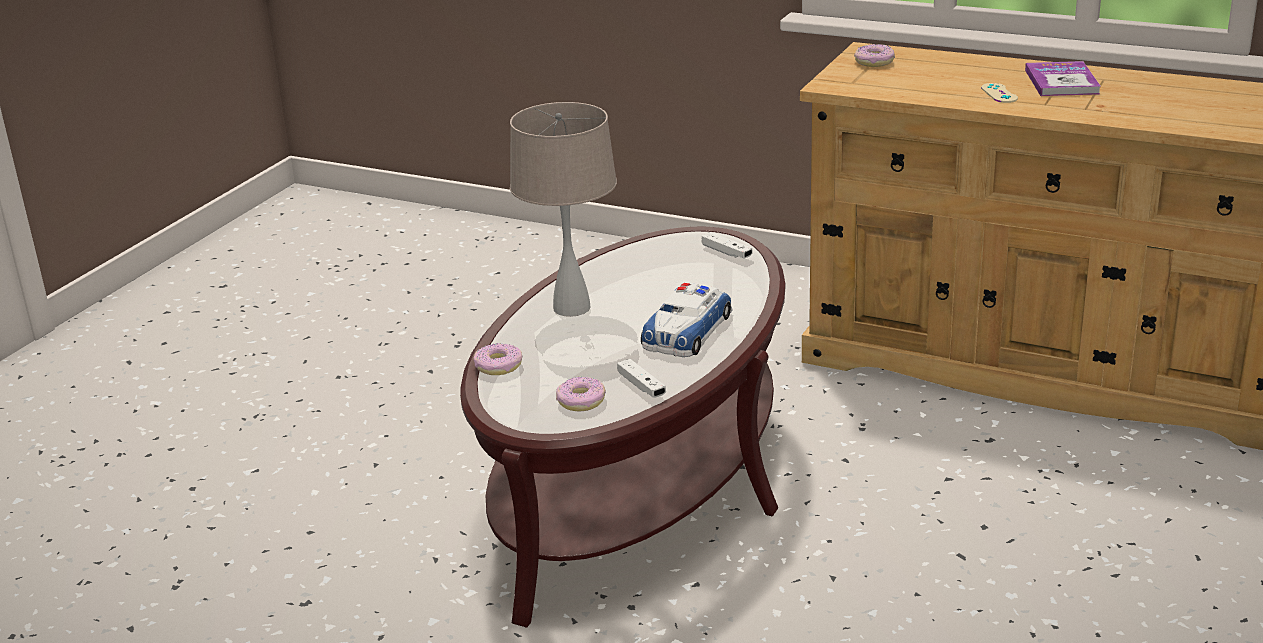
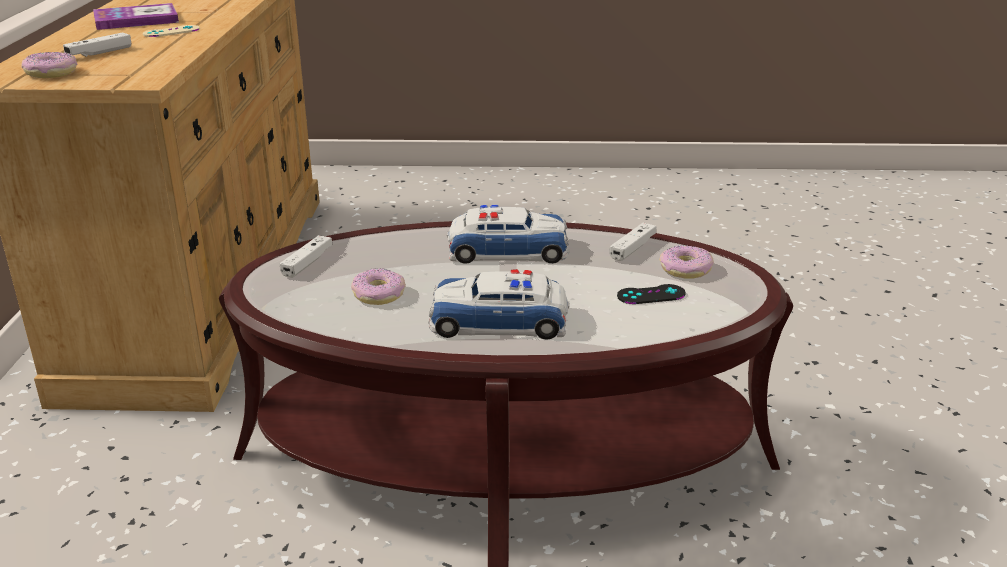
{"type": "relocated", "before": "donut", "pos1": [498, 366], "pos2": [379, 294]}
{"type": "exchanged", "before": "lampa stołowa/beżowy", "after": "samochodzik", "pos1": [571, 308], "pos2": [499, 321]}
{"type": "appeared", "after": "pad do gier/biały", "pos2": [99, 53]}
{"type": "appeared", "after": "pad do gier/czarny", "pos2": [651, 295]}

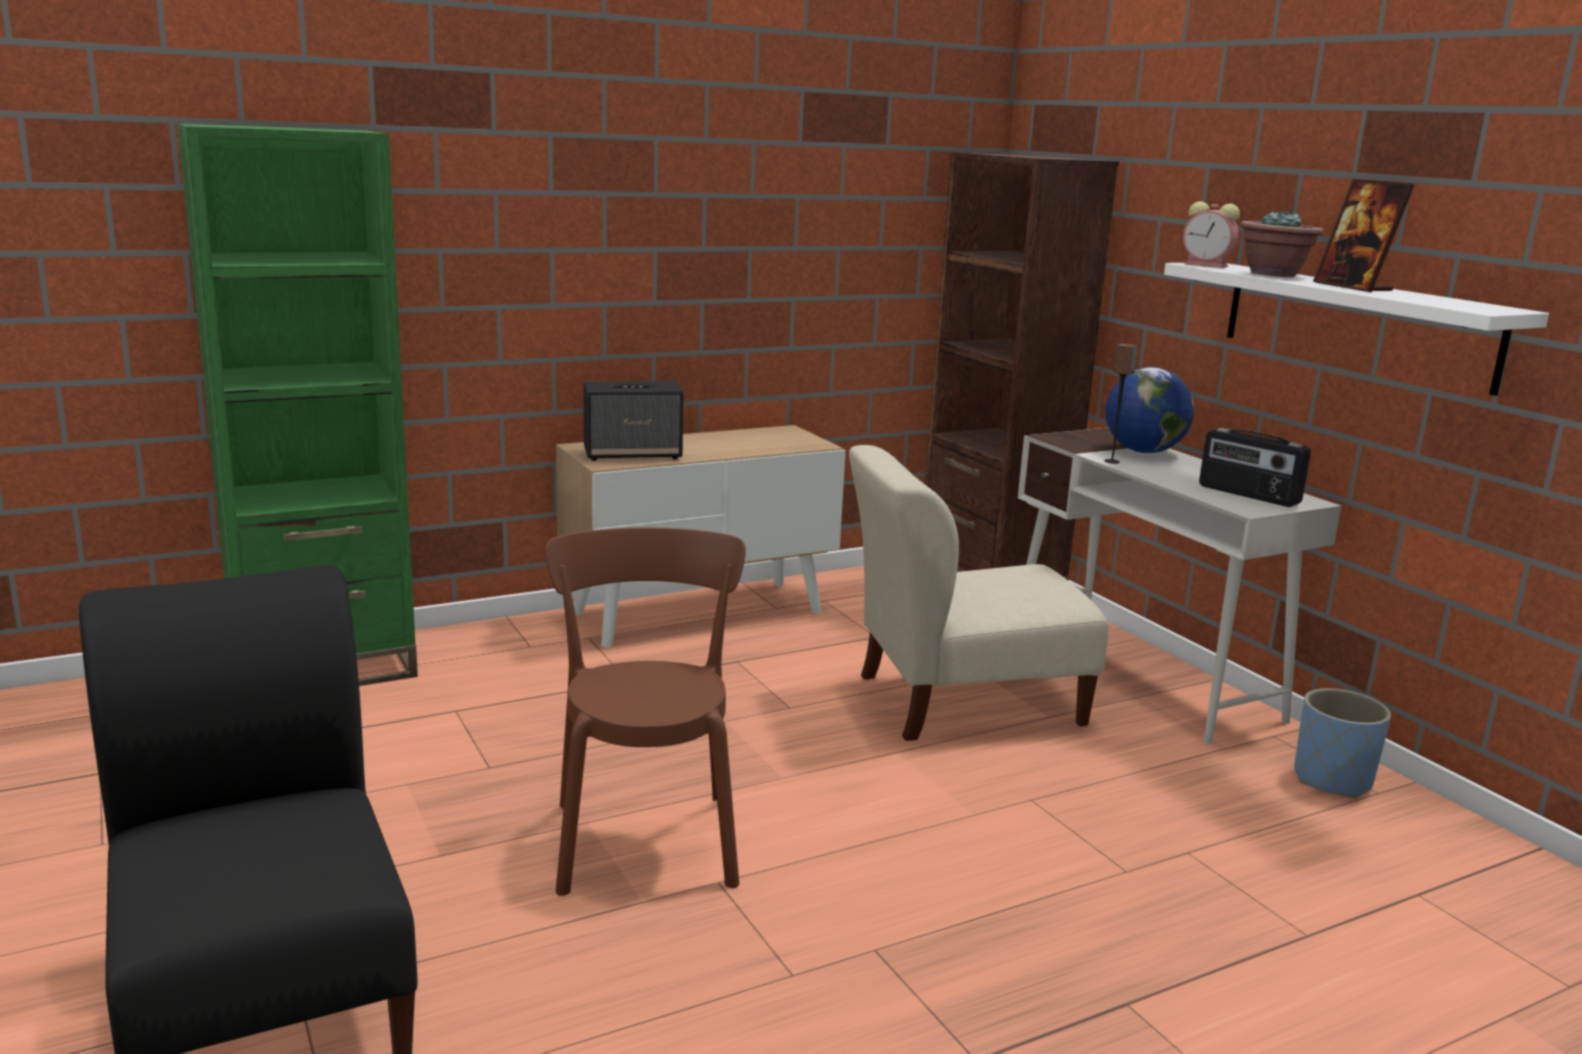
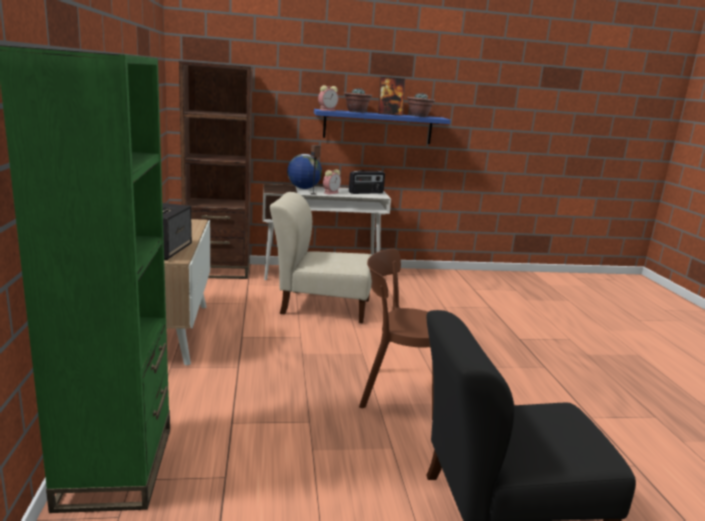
{"type": "spun", "before": "krzesło/beżowy", "pos1": [960, 702], "pos2": [321, 306], "turn": 90}
{"type": "colour", "before": "półka/biały", "after": "półka/niebieski", "pos1": [1356, 324], "pos2": [378, 127]}
{"type": "missing", "before": "donica/niebieski", "pos1": [1332, 780]}
{"type": "appeared", "after": "budzik", "pos2": [331, 192]}
{"type": "appeared", "after": "roślina doniczkowa", "pos2": [419, 116]}

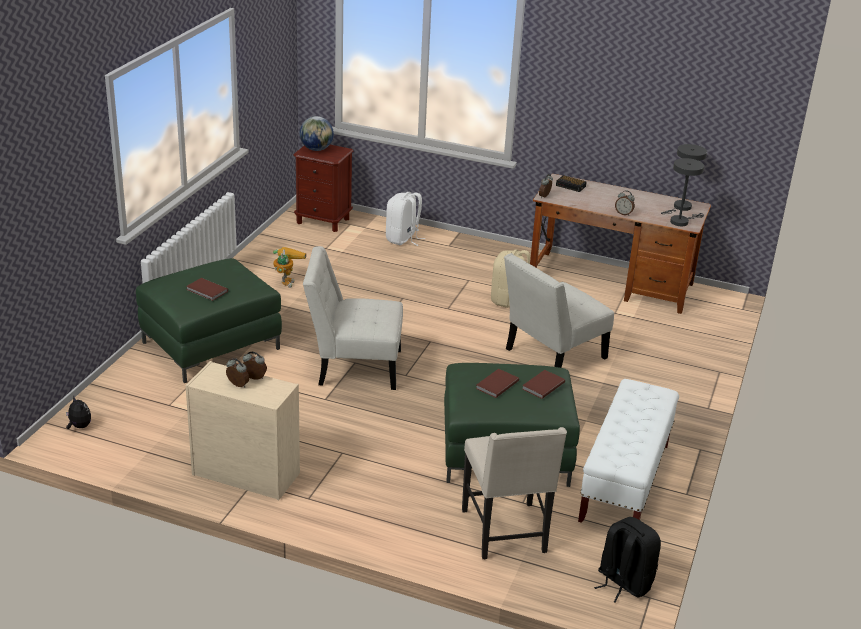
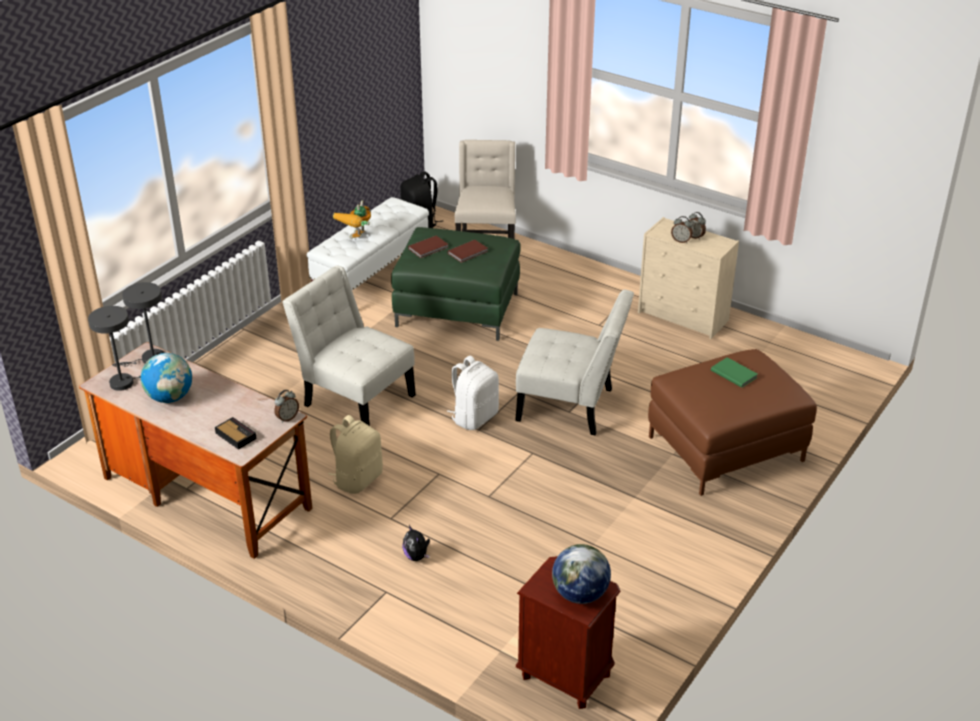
{"type": "relocated", "before": "pluszak", "pos1": [79, 426], "pos2": [417, 556]}
{"type": "colour", "before": "pufa/zielony", "after": "pufa/brązowy", "pos1": [211, 345], "pos2": [726, 449]}
{"type": "colour", "before": "książka/brązowy", "after": "książka/zielony", "pos1": [206, 291], "pos2": [734, 373]}
{"type": "relocated", "before": "robot zabawkowy", "pos1": [286, 280], "pos2": [357, 239]}
{"type": "relocated", "before": "plecak/biały", "pos1": [403, 239], "pos2": [474, 417]}
{"type": "spun", "before": "krzesło/biały", "pos1": [551, 355], "pos2": [355, 398], "turn": -120}
{"type": "missing", "before": "budzik", "pos1": [623, 213]}
{"type": "appeared", "after": "globus", "pos2": [170, 397]}

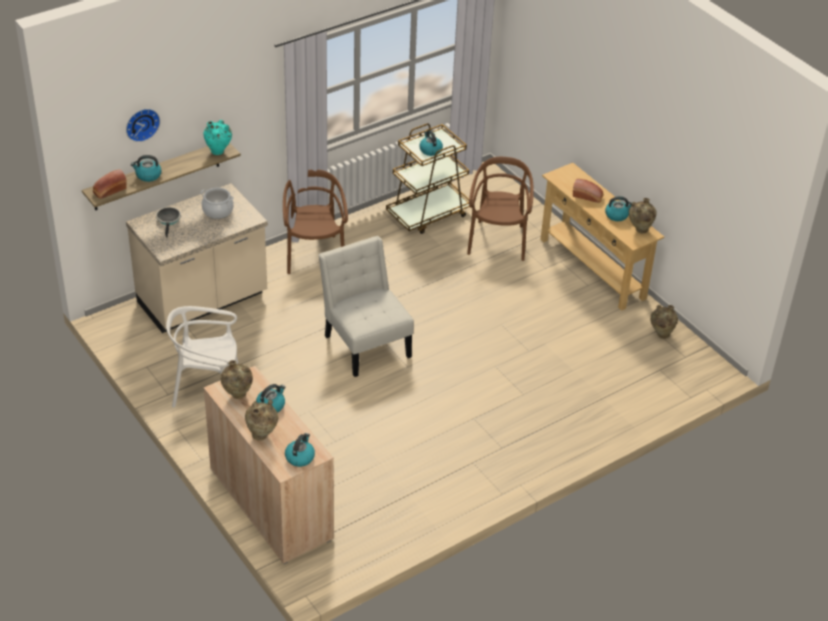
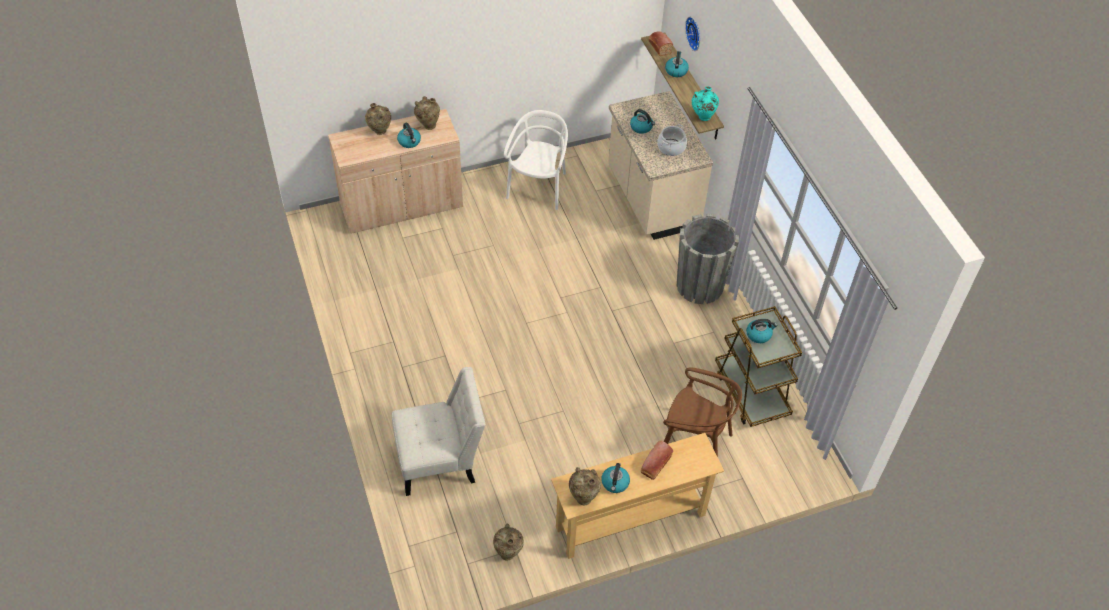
{"type": "missing", "before": "patelnia", "pos1": [169, 220]}
{"type": "exchanged", "before": "krzesło/brązowy", "after": "donica/szary", "pos1": [314, 255], "pos2": [699, 285]}
{"type": "relocated", "before": "czajnik", "pos1": [300, 457], "pos2": [641, 127]}
{"type": "relocated", "before": "krzesło/biały", "pos1": [365, 343], "pos2": [441, 460]}

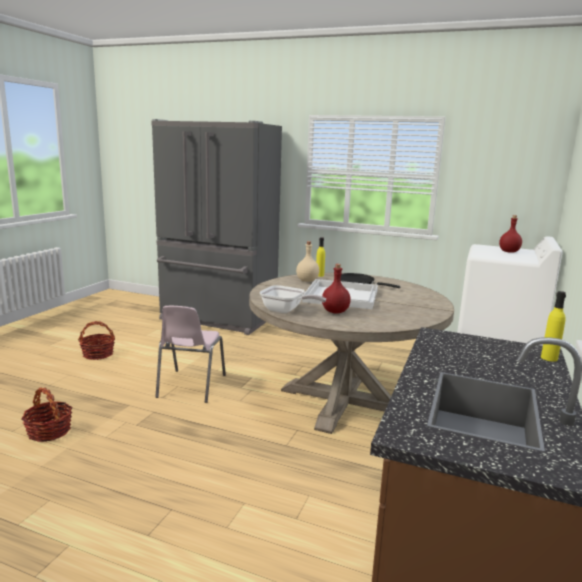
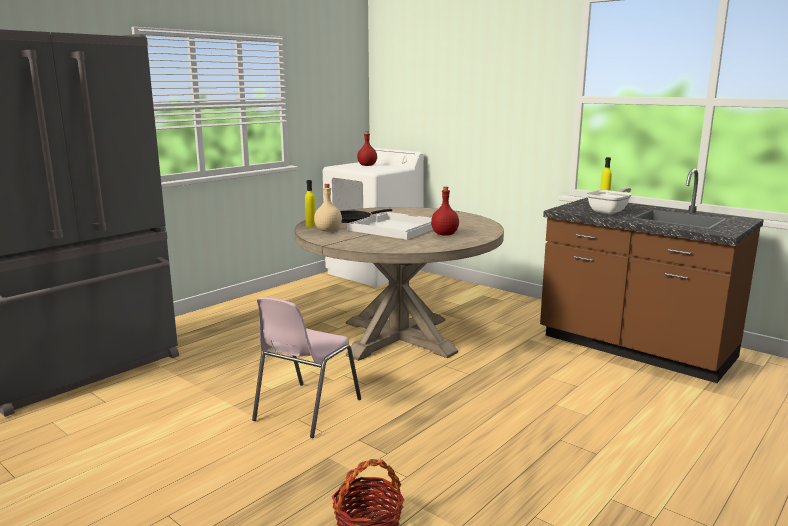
{"type": "missing", "before": "koszyk", "pos1": [98, 354]}
{"type": "spun", "before": "krzesło/różowy", "pos1": [190, 386], "pos2": [305, 410], "turn": 90}
{"type": "relocated", "before": "patelnia", "pos1": [286, 311], "pos2": [610, 211]}

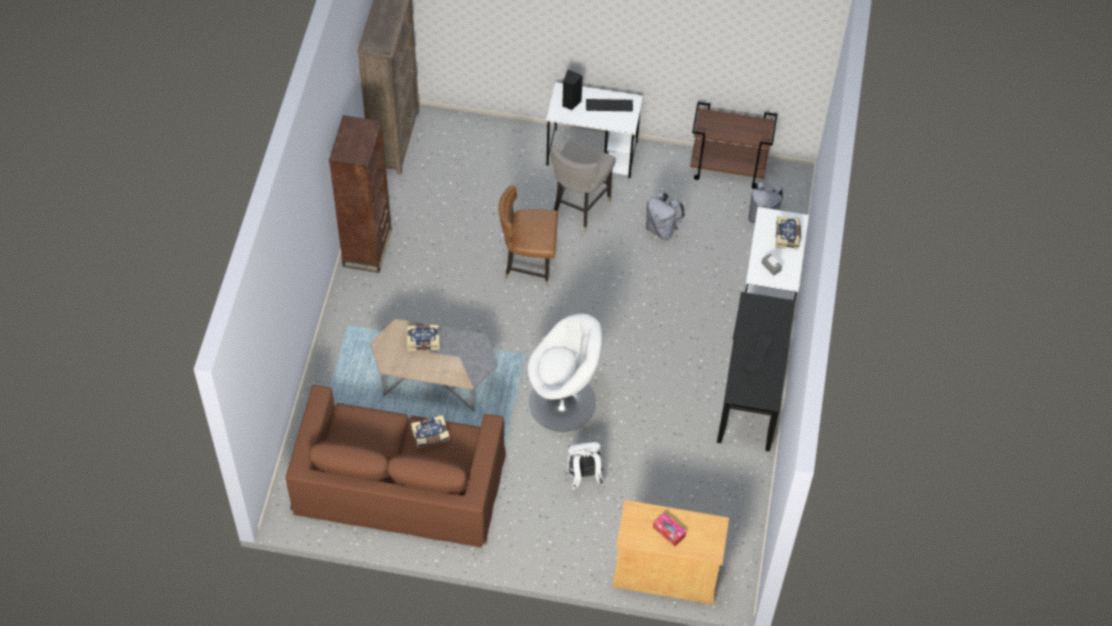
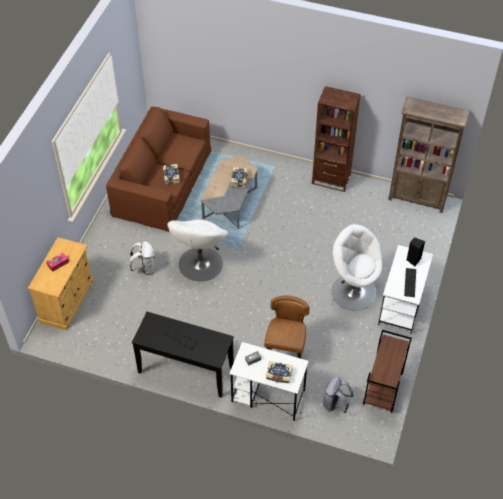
{"type": "relocated", "before": "krzesło/brązowy", "pos1": [528, 264], "pos2": [285, 353]}
{"type": "exchanged", "before": "stołek/szary", "after": "fotel/biały", "pos1": [578, 208], "pos2": [353, 291]}
{"type": "missing", "before": "plecak/szary", "pos1": [662, 229]}

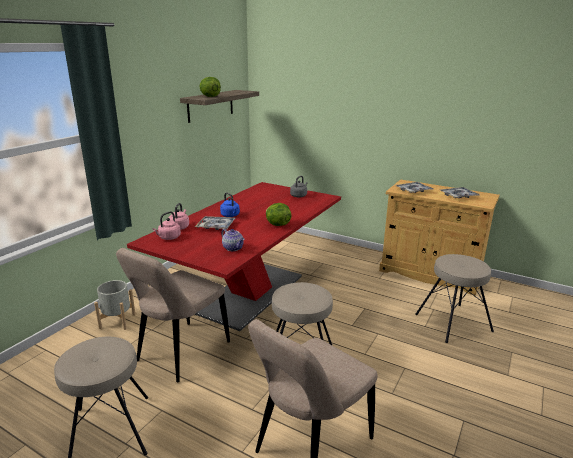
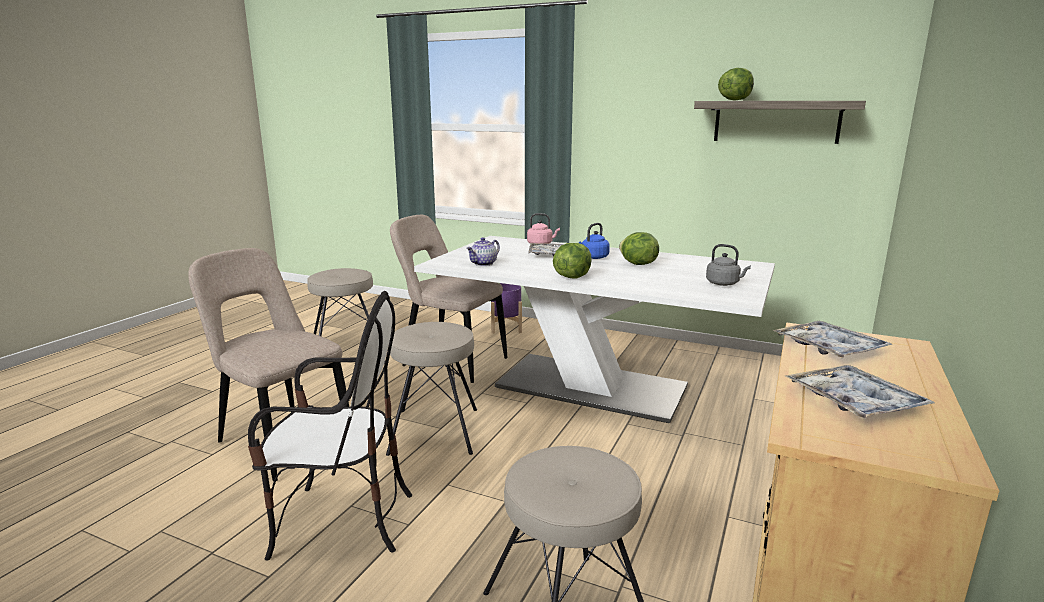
{"type": "colour", "before": "donica/szary", "after": "donica/fioletowy", "pos1": [117, 321], "pos2": [506, 328]}
{"type": "colour", "before": "stół jadalny/czerwony", "after": "stół jadalny/biały", "pos1": [250, 294], "pos2": [591, 387]}
{"type": "missing", "before": "czajnik/różowy", "pos1": [168, 238]}
{"type": "appeared", "after": "krzesło", "pos2": [341, 522]}
{"type": "appeared", "after": "sałata", "pos2": [637, 264]}

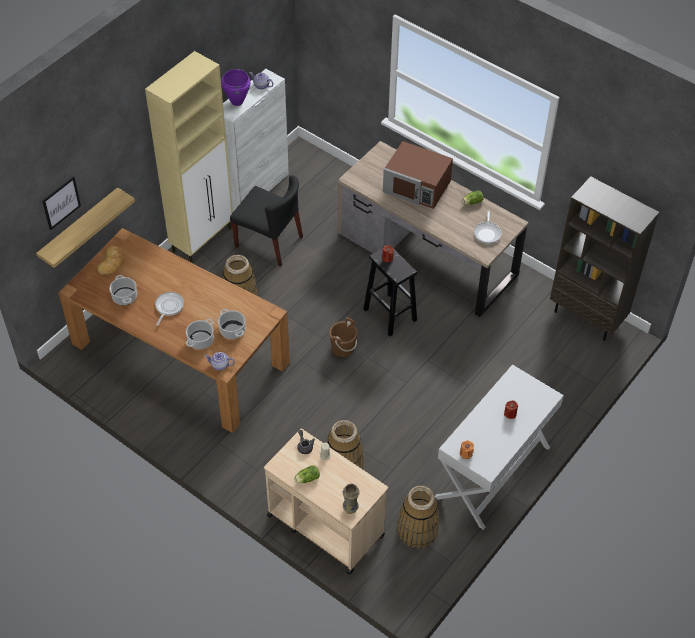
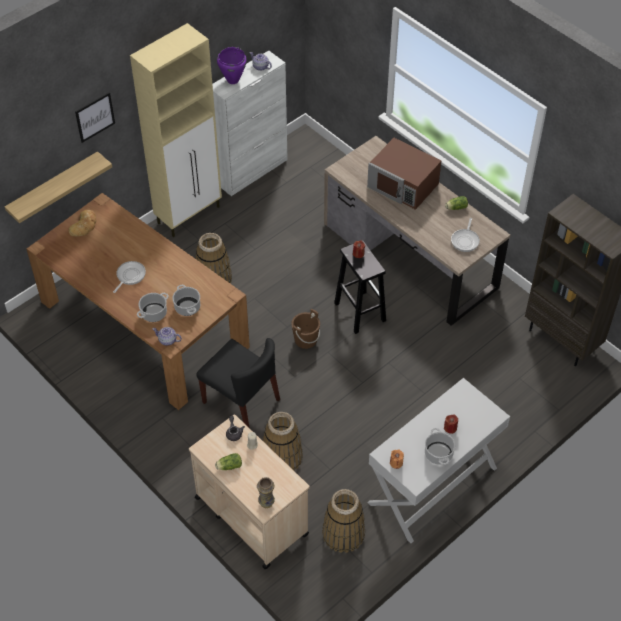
{"type": "relocated", "before": "obraz", "pos1": [61, 203], "pos2": [95, 117]}
{"type": "relocated", "before": "garnek", "pos1": [124, 296], "pos2": [438, 453]}
{"type": "relocated", "before": "krzesło/czarny", "pos1": [269, 242], "pos2": [241, 401]}

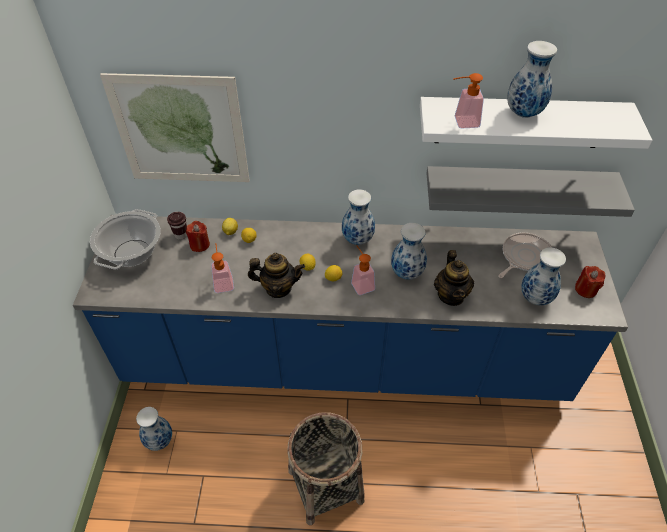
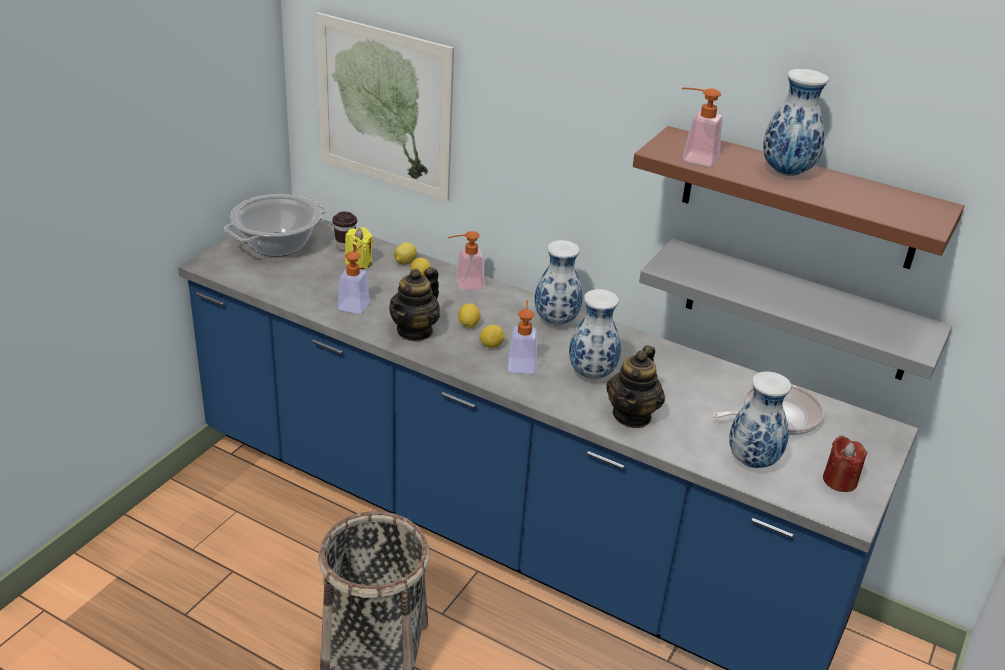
{"type": "missing", "before": "wazon", "pos1": [159, 441]}
{"type": "colour", "before": "świeca/czerwony", "after": "świeca/żółty", "pos1": [199, 245], "pos2": [359, 262]}
{"type": "spun", "before": "imbryk", "pos1": [278, 288], "pos2": [415, 331], "turn": 90}
{"type": "colour", "before": "półka/biały", "after": "półka/brązowy", "pos1": [520, 122], "pos2": [799, 198]}
{"type": "appeared", "after": "dozownik mydła", "pos2": [464, 285]}

